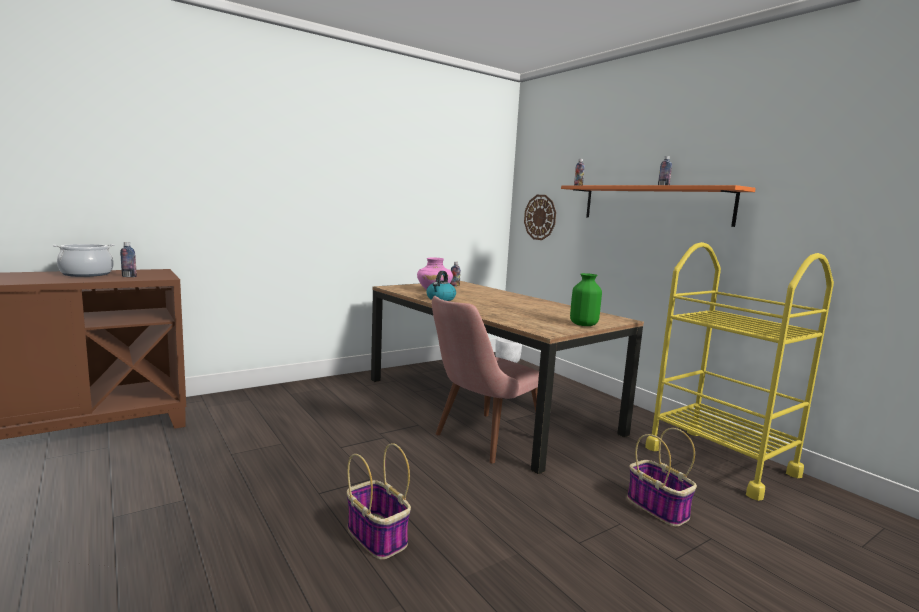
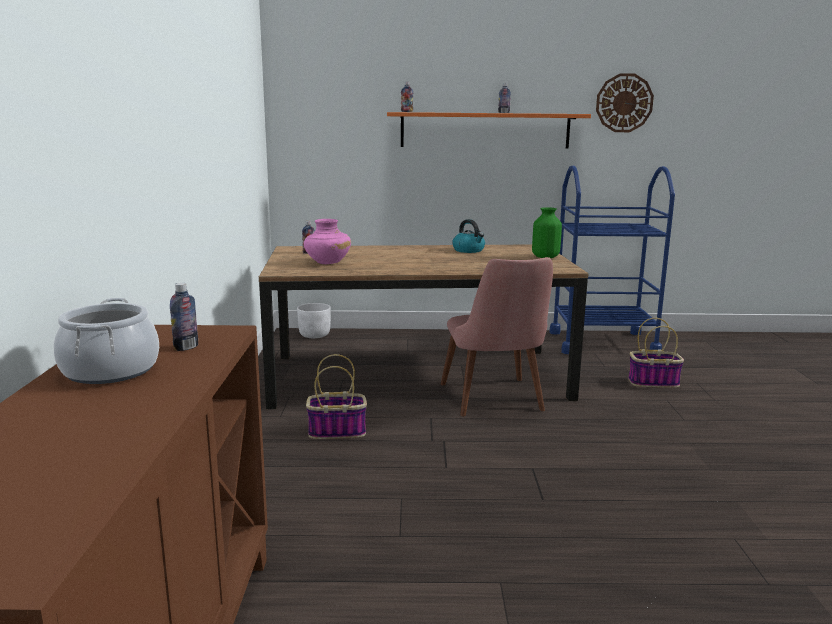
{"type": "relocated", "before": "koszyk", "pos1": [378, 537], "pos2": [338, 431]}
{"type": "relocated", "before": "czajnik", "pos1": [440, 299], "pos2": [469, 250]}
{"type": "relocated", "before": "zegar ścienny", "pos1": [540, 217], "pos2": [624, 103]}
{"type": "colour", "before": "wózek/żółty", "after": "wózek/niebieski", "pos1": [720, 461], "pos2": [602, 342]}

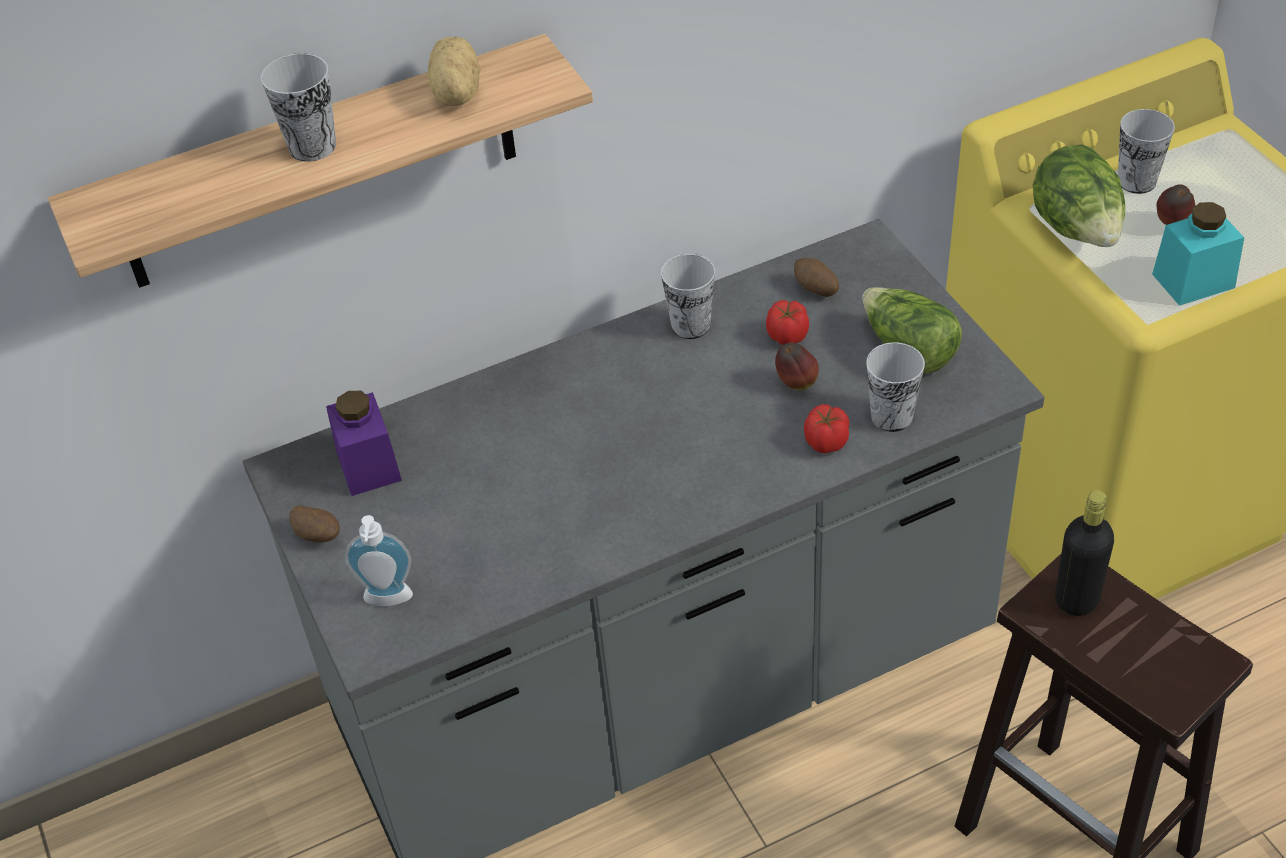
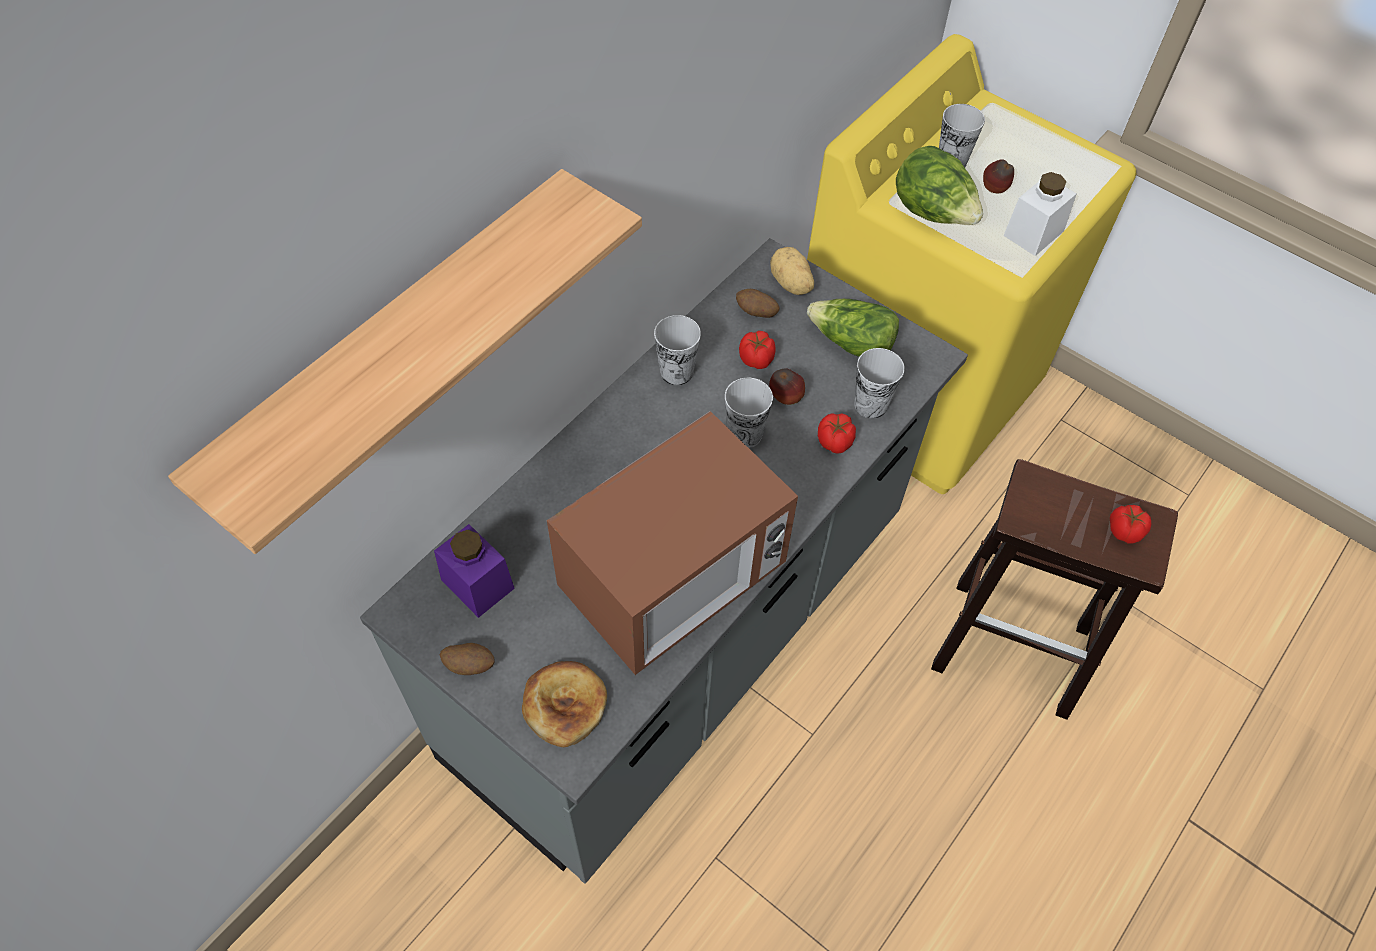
{"type": "relocated", "before": "filiżanka", "pos1": [312, 146], "pos2": [744, 434]}
{"type": "exchanged", "before": "dozownik mydła", "after": "chleb", "pos1": [388, 601], "pos2": [564, 704]}
{"type": "relocated", "before": "ziemniak", "pos1": [455, 94], "pos2": [790, 284]}
{"type": "missing", "before": "butelka/czarny", "pos1": [1076, 599]}
{"type": "colour", "before": "słoik/turkusowy", "after": "słoik/biały", "pos1": [1193, 281], "pos2": [1033, 233]}
{"type": "appeared", "after": "mikrofalówka", "pos2": [673, 580]}
{"type": "appeared", "after": "pomidor", "pos2": [1124, 530]}

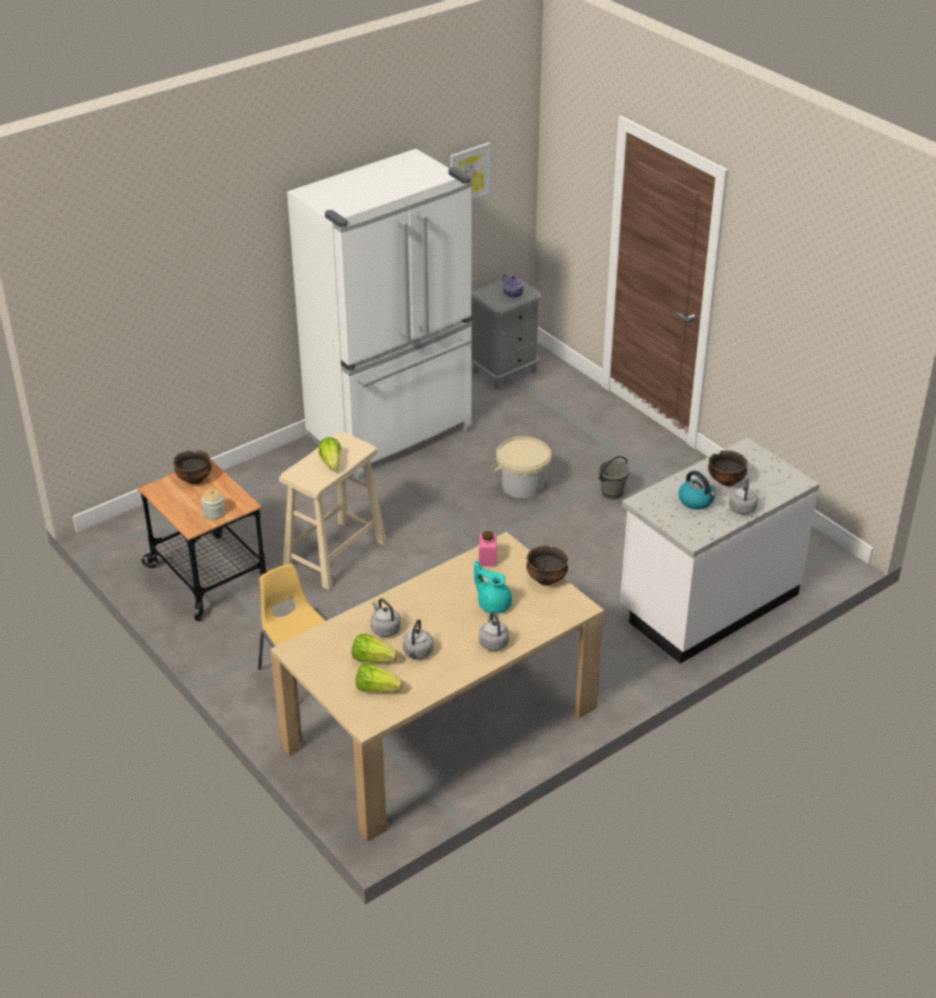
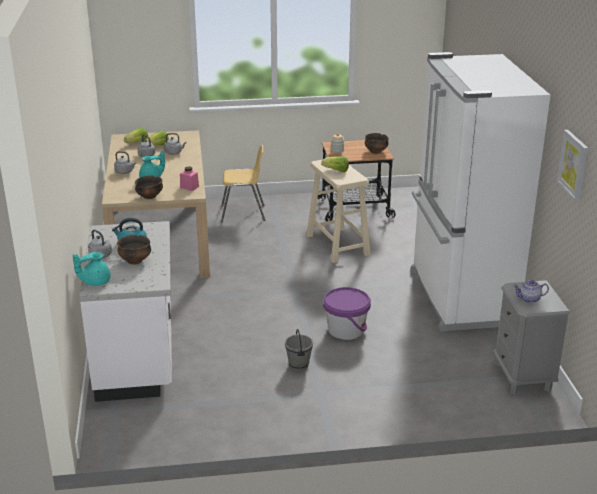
{"type": "colour", "before": "wiadro/beżowy", "after": "wiadro/fioletowy", "pos1": [522, 486], "pos2": [346, 330]}
{"type": "appeared", "after": "imbryk/turkusowy", "pos2": [95, 282]}

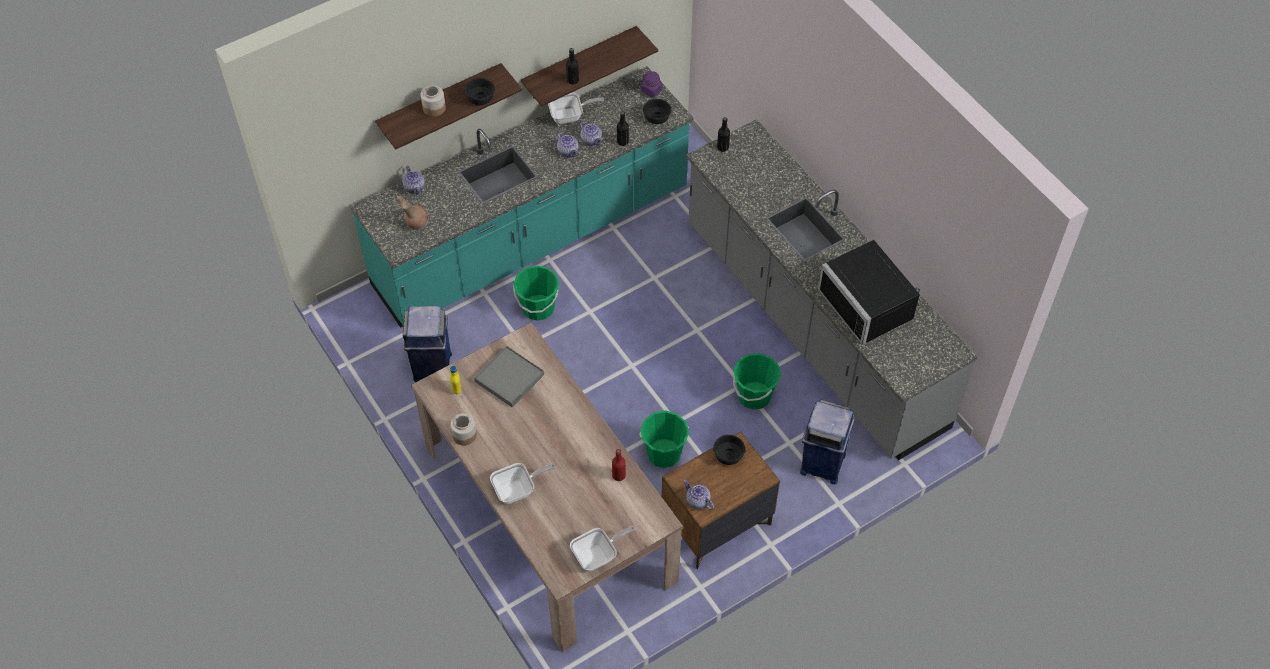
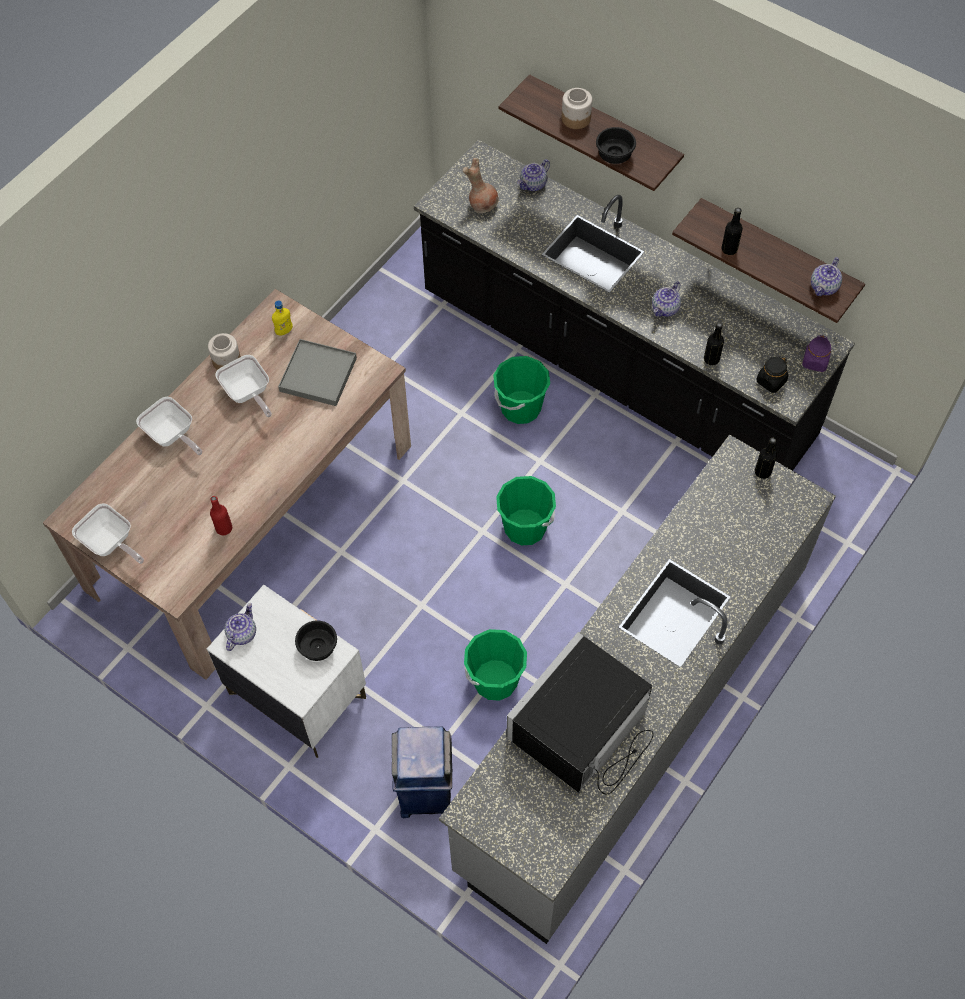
{"type": "colour", "before": "zabudowa kuchenna/turkusowy", "after": "zabudowa kuchenna/czarny", "pos1": [532, 239], "pos2": [615, 366]}
{"type": "missing", "before": "kosz na śmieci/niebieski", "pos1": [432, 368]}
{"type": "relocated", "before": "patelnia", "pos1": [570, 116], "pos2": [248, 394]}
{"type": "relocated", "before": "imbryk", "pos1": [591, 140], "pos2": [824, 287]}
{"type": "relocated", "before": "wiadro/zielony", "pos1": [664, 453], "pos2": [525, 527]}
{"type": "exchanged", "before": "miska/czarny", "after": "słoik/czarny", "pos1": [656, 118], "pos2": [771, 381]}
{"type": "colour", "before": "szafka nocna/brązowy", "after": "szafka nocna/biały", "pos1": [716, 524], "pos2": [296, 695]}

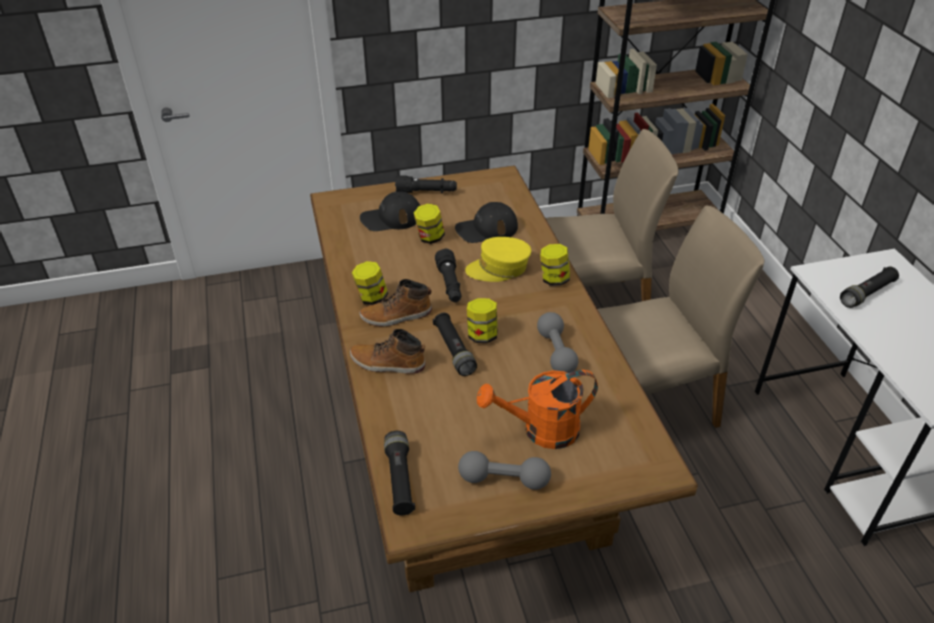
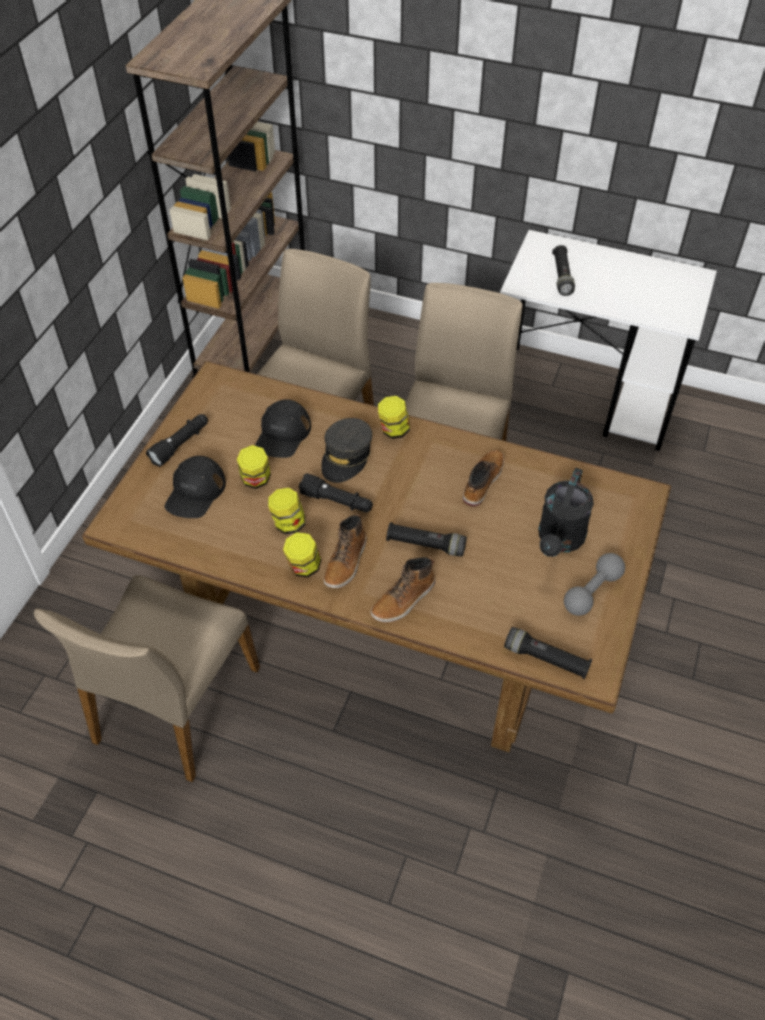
{"type": "colour", "before": "czapka z daszkiem/żółty", "after": "czapka z daszkiem/szary", "pos1": [499, 268], "pos2": [346, 457]}
{"type": "relocated", "before": "słoik", "pos1": [482, 335], "pos2": [288, 524]}
{"type": "colour", "before": "konewka/pomarańczowy", "after": "konewka/czarny", "pos1": [541, 431], "pos2": [559, 540]}
{"type": "exchanged", "before": "hantel/szary", "after": "but z cholewką", "pos1": [556, 352], "pos2": [482, 481]}
{"type": "appeared", "after": "krzesło/beżowy", "pos2": [174, 705]}

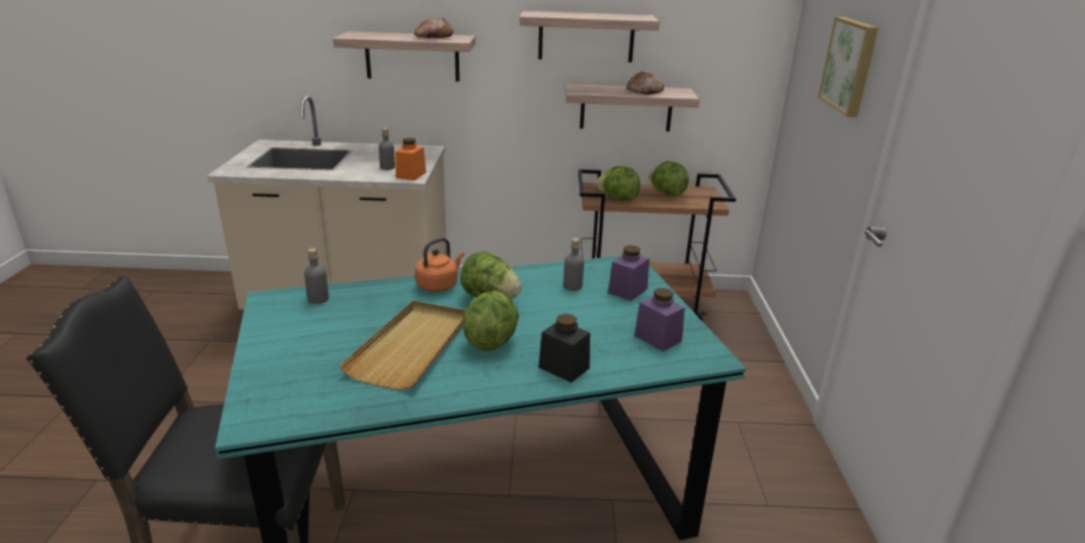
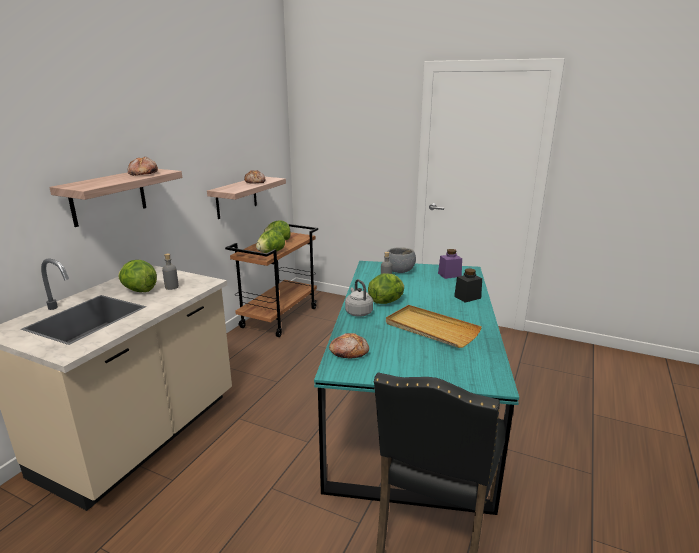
{"type": "exchanged", "before": "butelka/szary", "after": "chleb", "pos1": [318, 299], "pos2": [348, 352]}
{"type": "missing", "before": "słoik/pomarańczowy", "pos1": [411, 175]}
{"type": "colour", "before": "czajnik/pomarańczowy", "after": "czajnik/szary", "pos1": [439, 285], "pos2": [358, 312]}
{"type": "relocated", "before": "sałata", "pos1": [491, 341], "pos2": [139, 290]}
{"type": "missing", "before": "półka", "pos1": [586, 37]}
{"type": "exchanged", "before": "słoik/fioletowy", "after": "miska/szary", "pos1": [627, 291], "pos2": [399, 271]}
{"type": "missing", "before": "obraz", "pos1": [851, 65]}

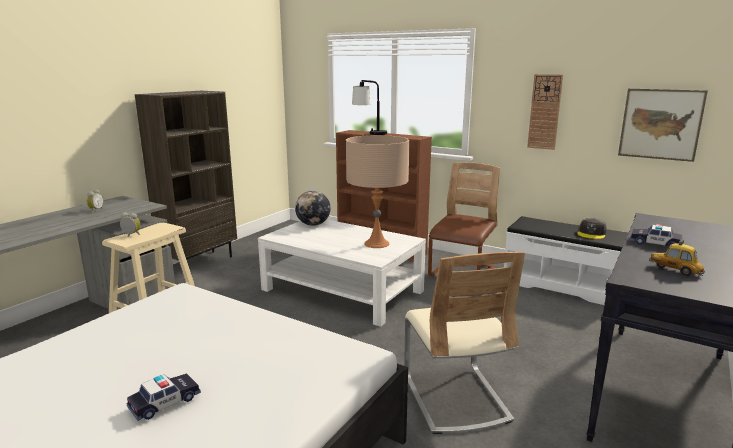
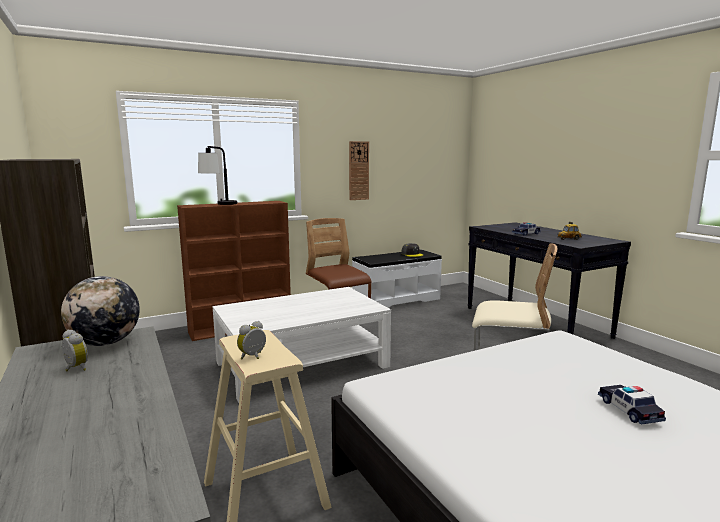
{"type": "relocated", "before": "globus", "pos1": [313, 224], "pos2": [105, 343]}
{"type": "missing", "before": "lampa stołowa/beżowy", "pos1": [376, 243]}
{"type": "missing", "before": "obraz", "pos1": [660, 124]}

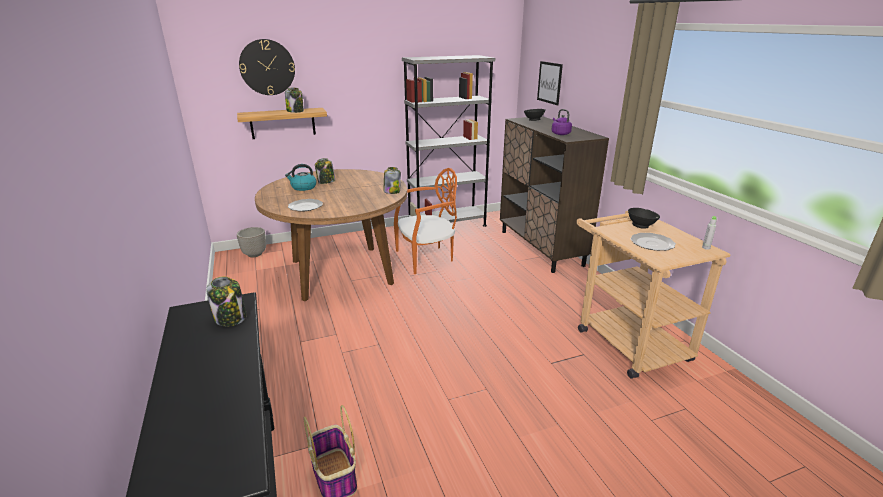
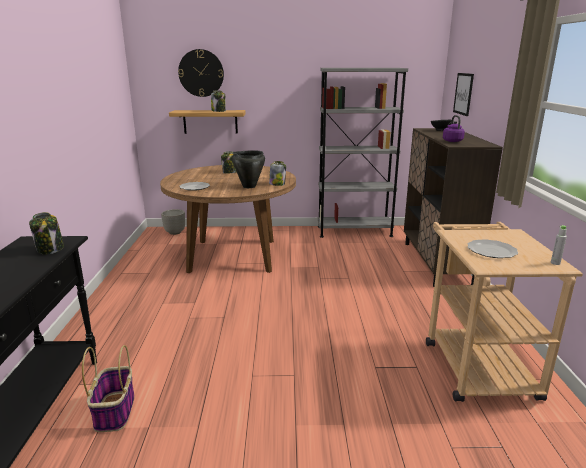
{"type": "missing", "before": "czajnik", "pos1": [303, 187]}
{"type": "missing", "before": "krzesło/pomarańczowy", "pos1": [426, 258]}
{"type": "missing", "before": "miska/czarny", "pos1": [641, 226]}
{"type": "appeared", "after": "garnek/czarny", "pos2": [249, 186]}

